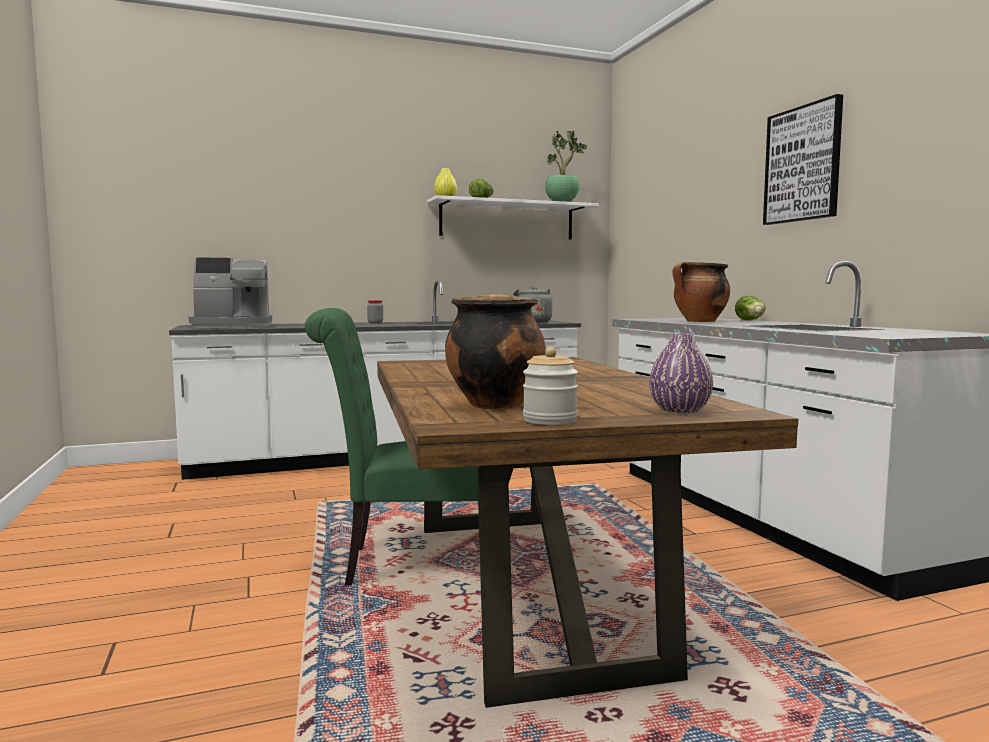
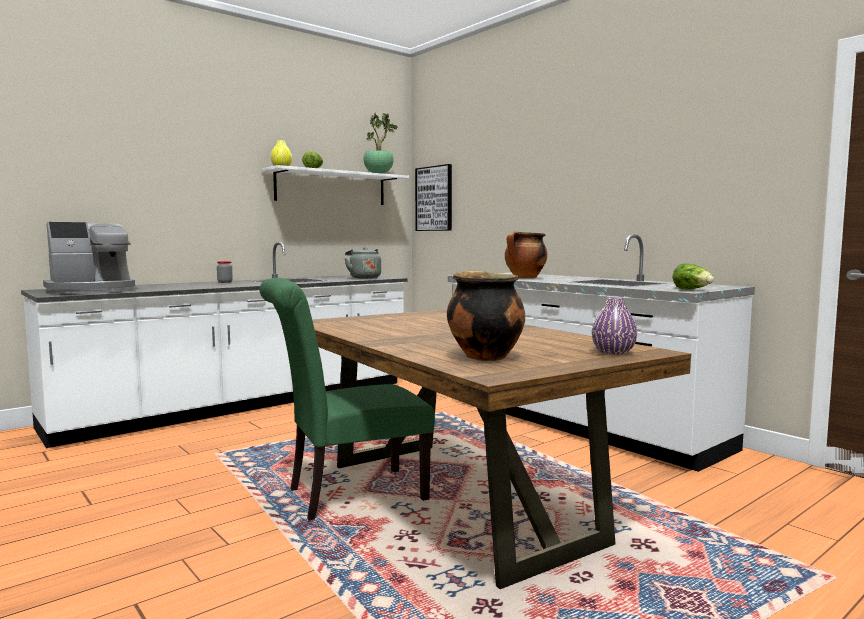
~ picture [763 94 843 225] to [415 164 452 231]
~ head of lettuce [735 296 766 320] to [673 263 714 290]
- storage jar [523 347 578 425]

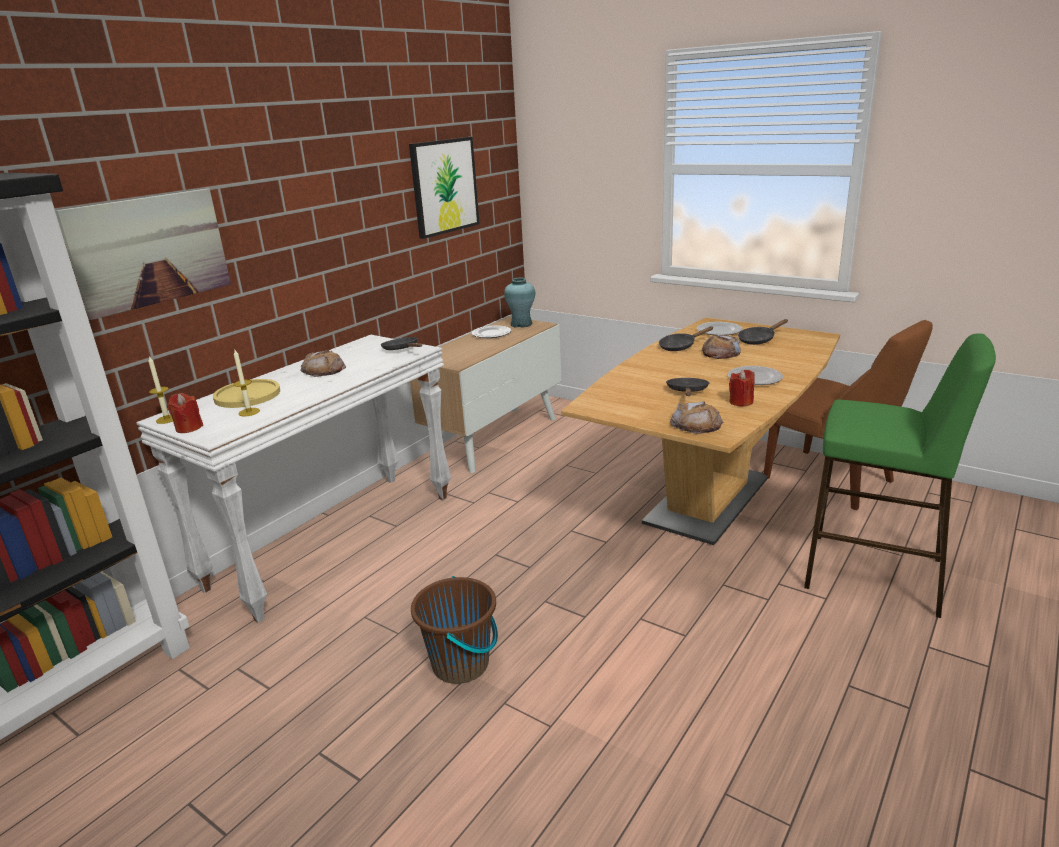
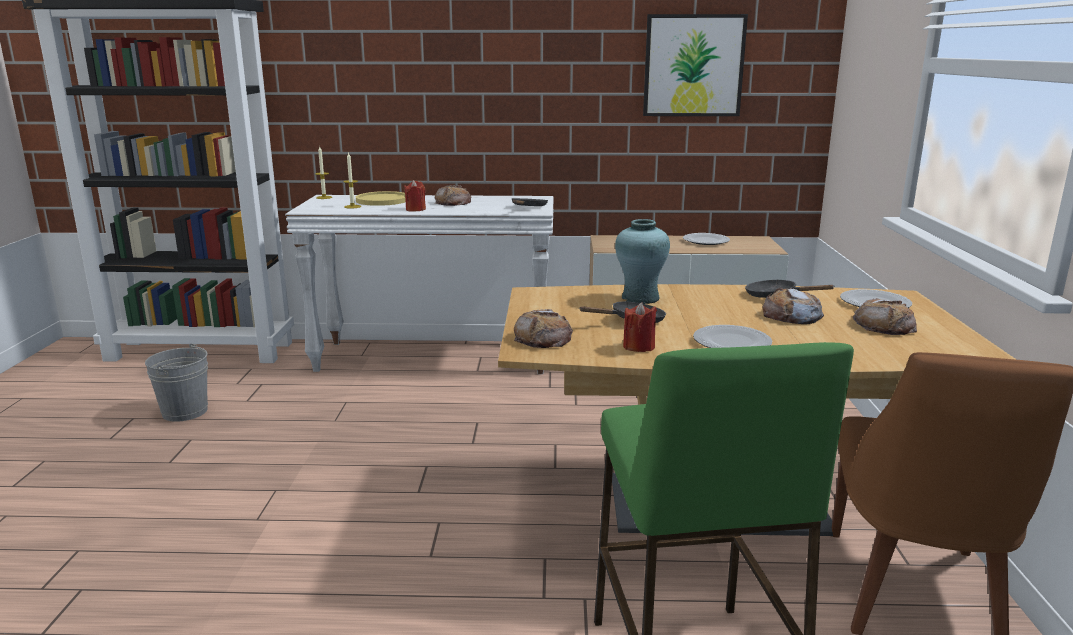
+ greyish water bucket [145 343 208 422]
~ red wax light [167 393 203 433] to [404 180 426 212]
~ turquoise vase [504 278 535 328] to [615 219 670 304]
~ black frying pan [738 319 788 345] to bread [853 298 917 335]
- picture [55 189 231 320]
- brown water bucket [411 576 498 684]

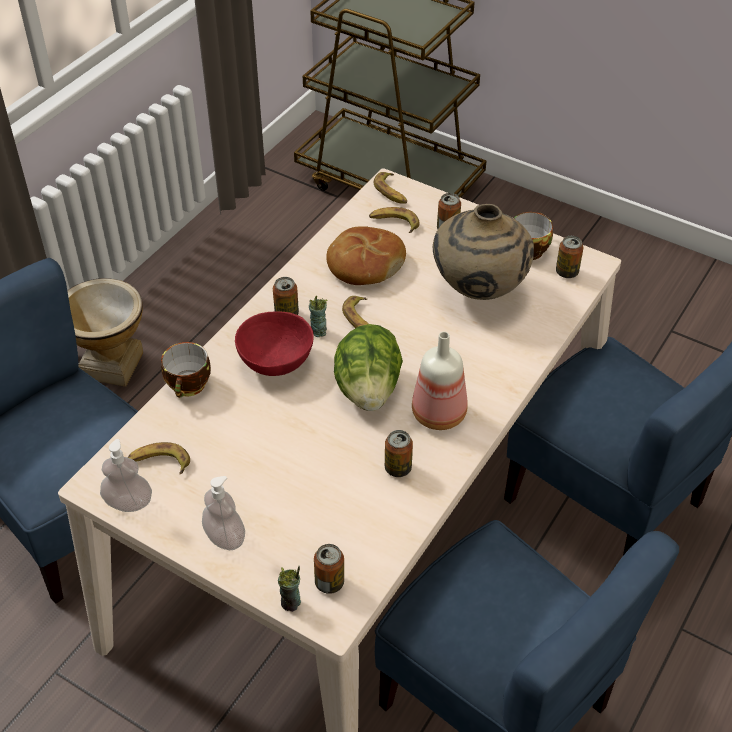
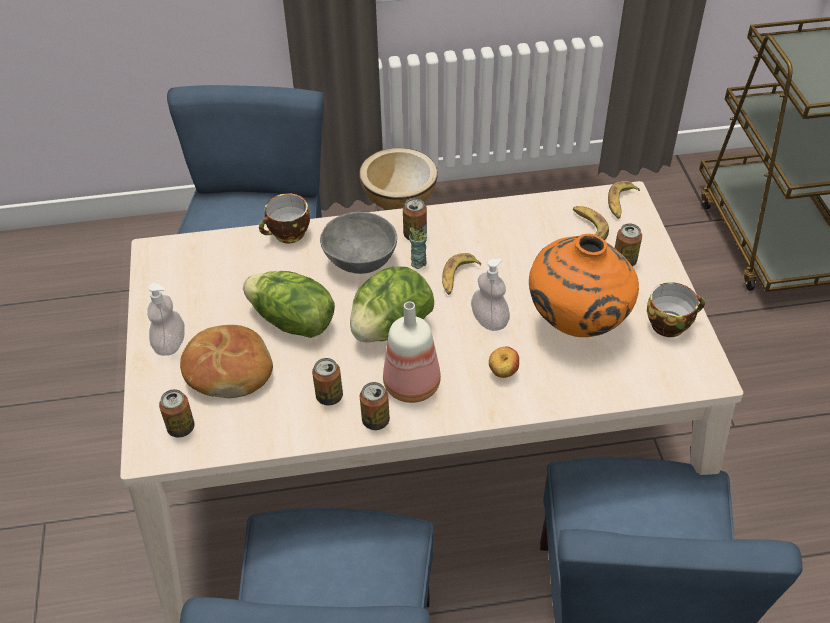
~ bread [326 226 406 285] to [180 325 273 398]
+ head of lettuce [243 271 335 338]
~ red bowl [235 311 314 376] to greyish bowl [320 212 397 274]
~ can [556 236 583 278] to [360 382 390 430]
~ liquid soap bottle [100 439 152 512] to [471 259 510 331]
+ whole apple [489 346 519 378]
~ beige-coloured vase [433 204 534 300] to orangey vase [529 234 639 337]
- banana fruit [127 442 190 474]
- small cup [278 566 301 612]

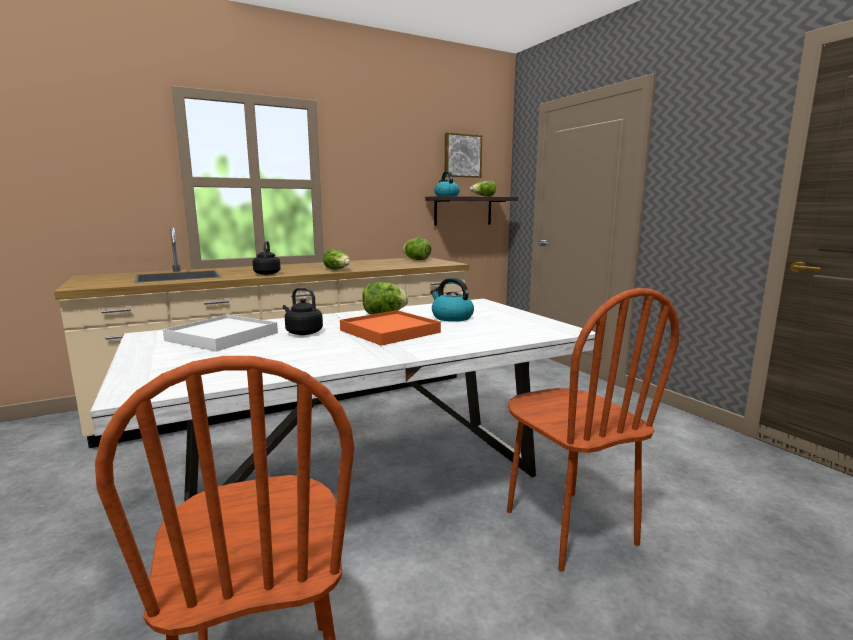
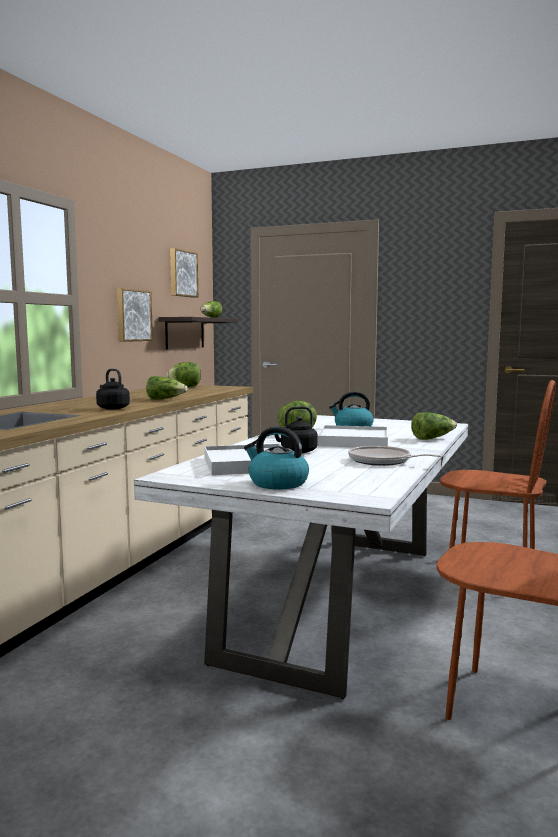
+ picture [117 288 153 342]
~ water kettle [434 171 460 196] to [244 426 309 490]
~ orangey carrying tray [340 310 441 346] to white carrying tray [317 425 388 447]
+ frying pan [348 446 442 466]
+ head of lettuce [411 412 457 440]

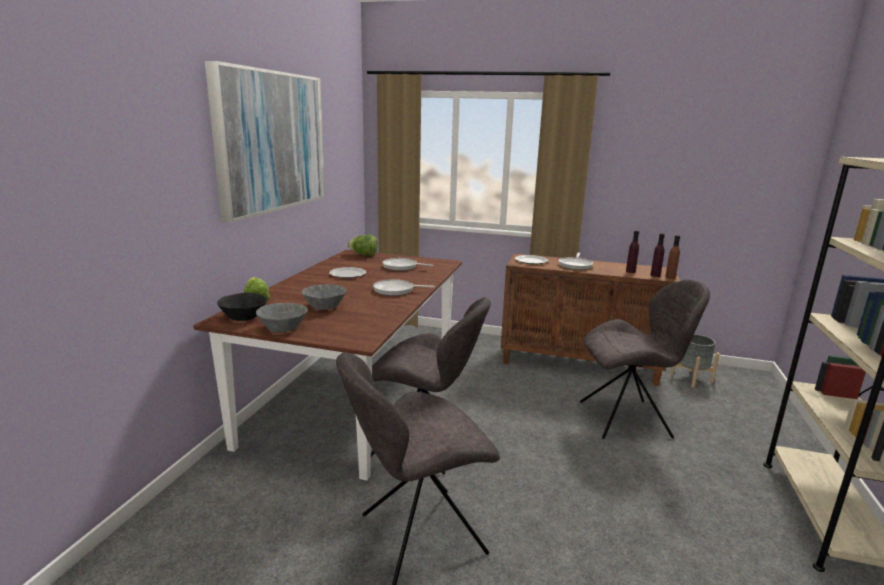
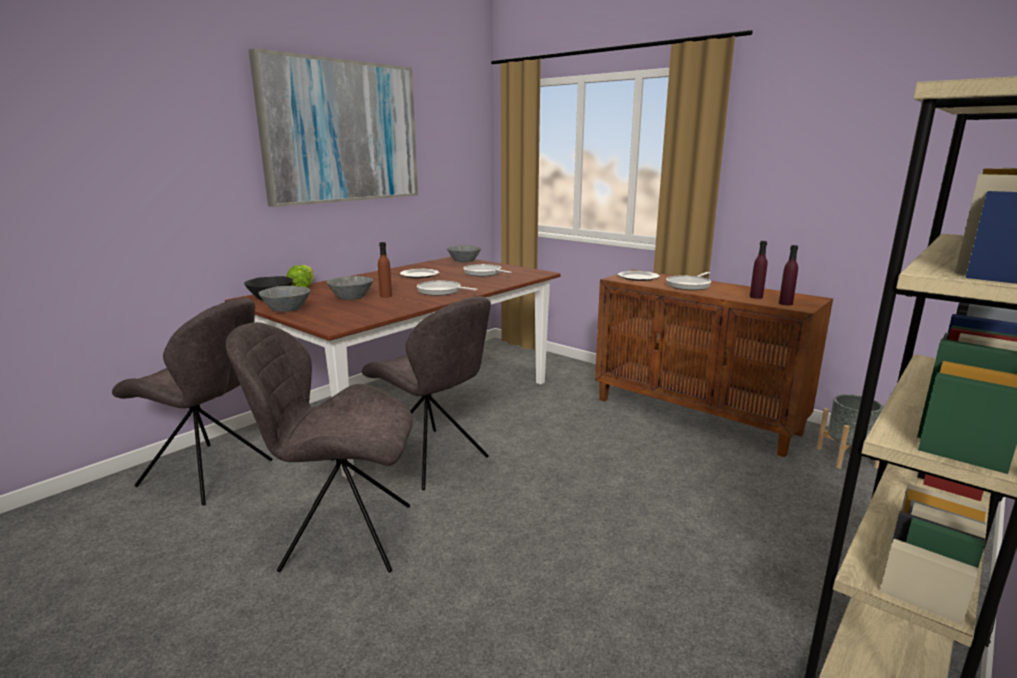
~ greyish plain chair [580 279 710 439] to [112 298 273 505]
~ brown bottle [665 235 680 279] to [378 242 392 298]
~ head of lettuce [348 235 378 256] to greyish bowl [447 245 481 262]

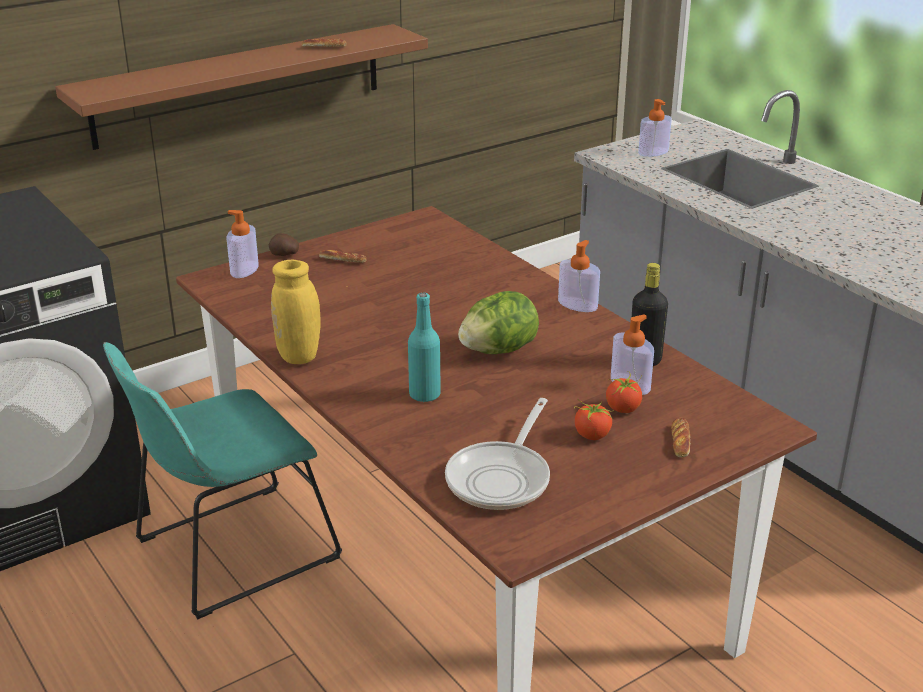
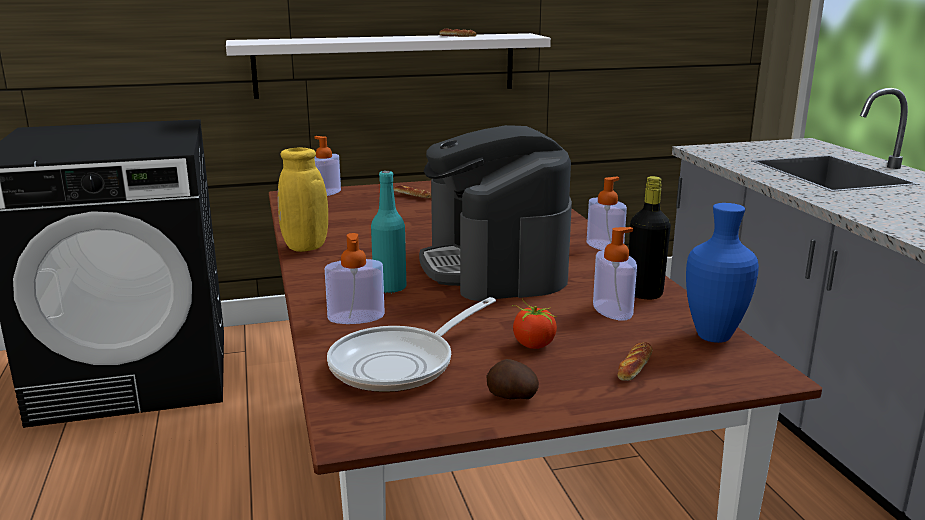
~ brown wall shelf [55 24 428 150] to white wall shelf [226 33 551 99]
~ liquid soap bottle [638 99 672 157] to [325 233 385 324]
~ head of lettuce [458 291 539 354] to coffee maker [419 125 572 301]
~ spud [269 233 299 256] to [487 359 539 399]
+ blue vase [686 203 759 343]
- turquoise plain chair [103 342 342 619]
- tomato [606 371 642 413]

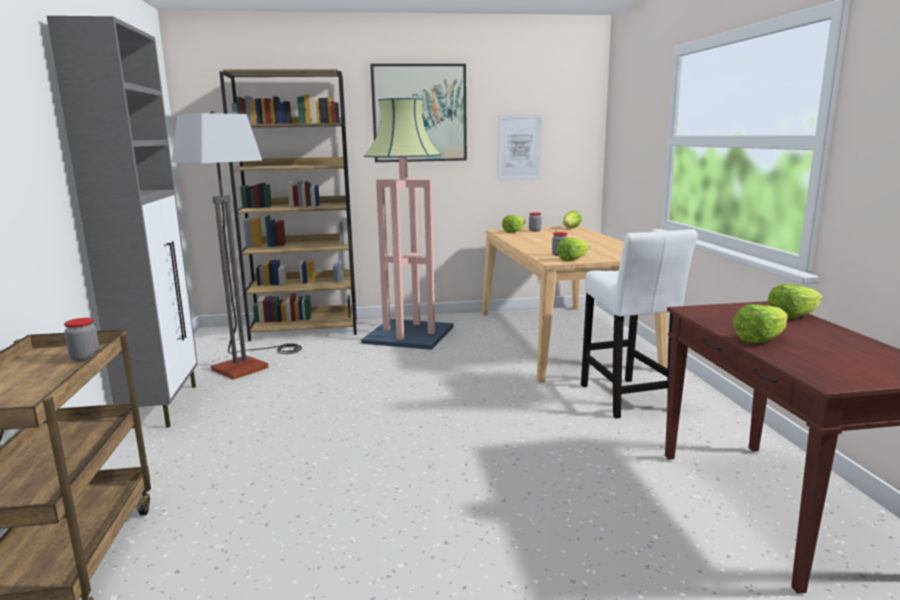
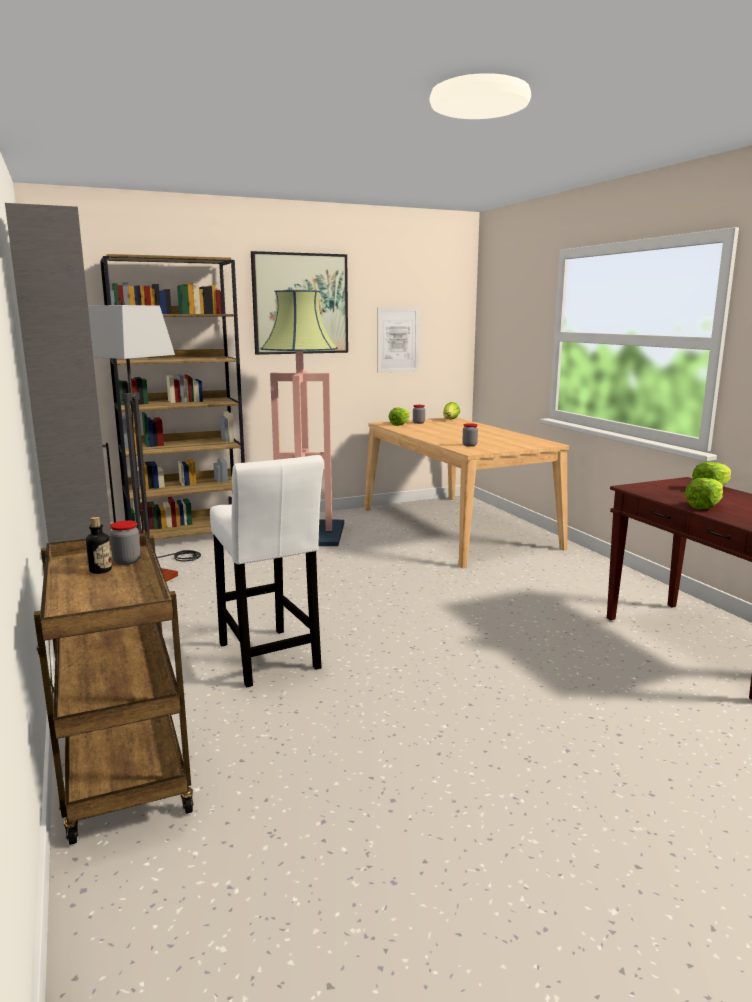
+ bottle [86 517 112 574]
~ white sitting stool [581 229 698 418] to [210 455 324 687]
- head of lettuce [557 238 590 261]

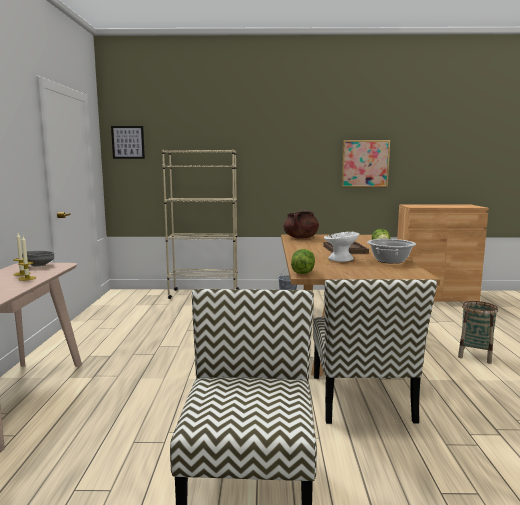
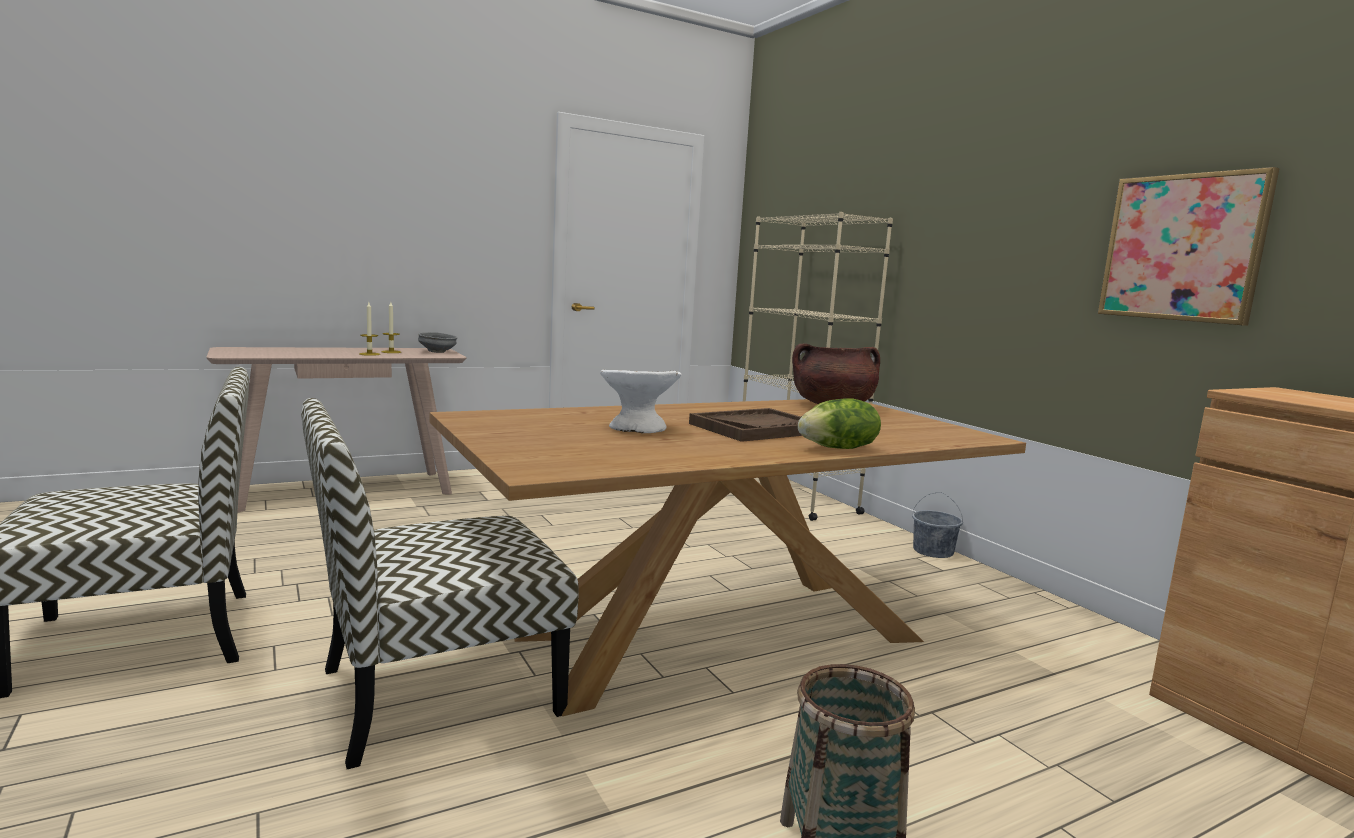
- picture [111 126 145 159]
- head of lettuce [291 249 315 274]
- stockpot [367 239 416 264]

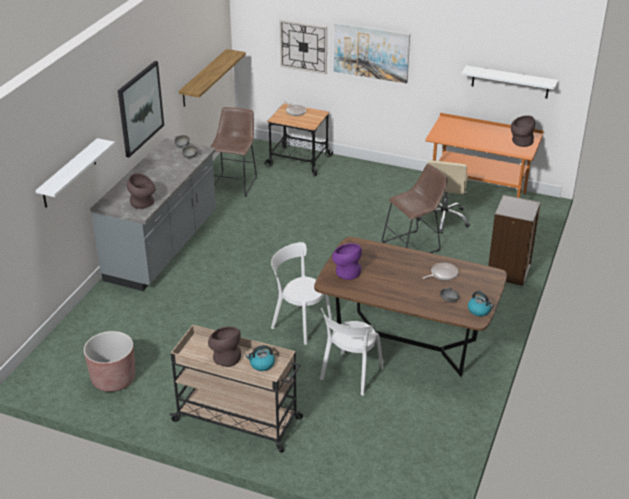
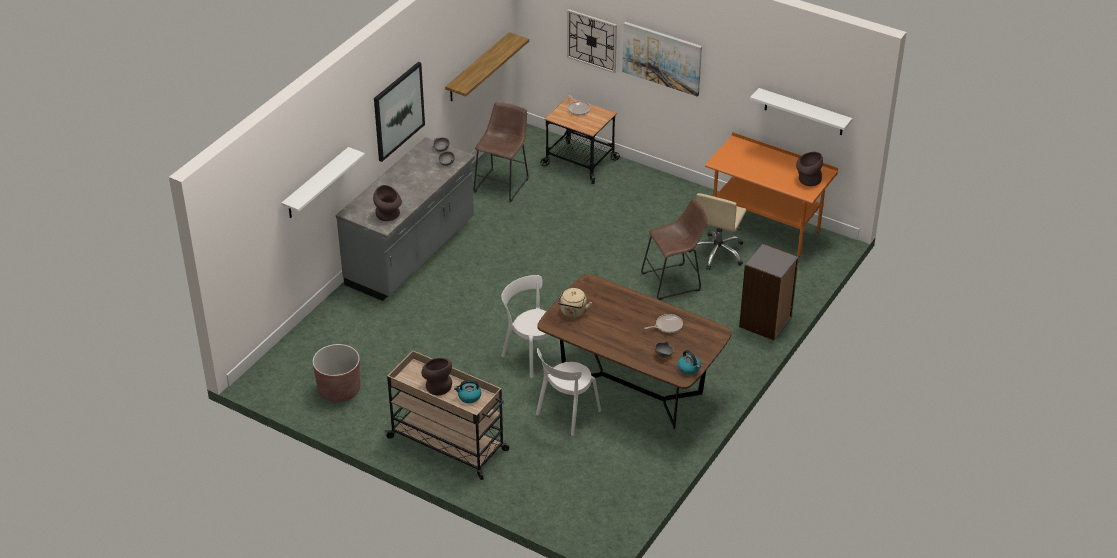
~ purple vase [332 243 362 280] to beige-coloured water kettle [558 288 592 318]

